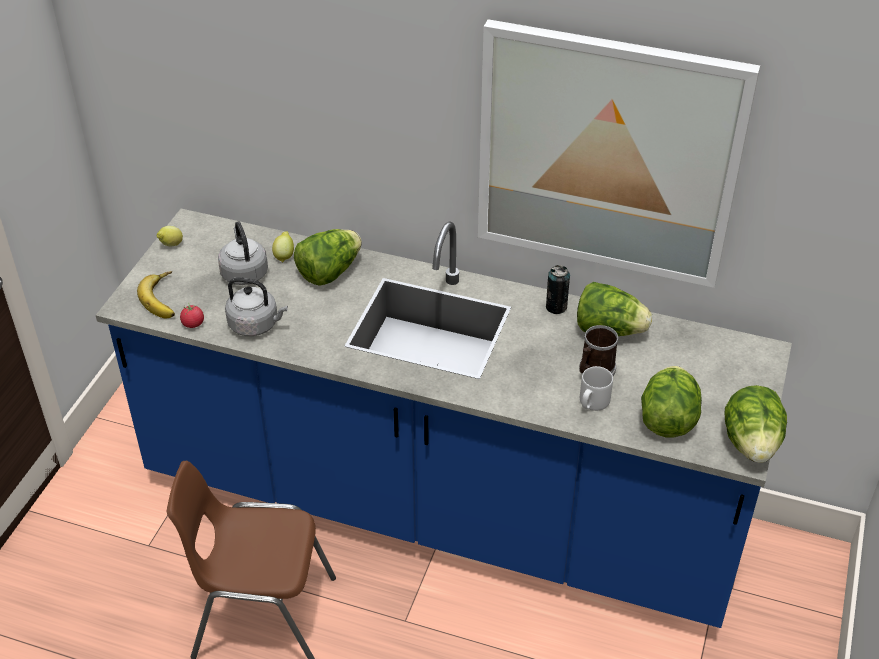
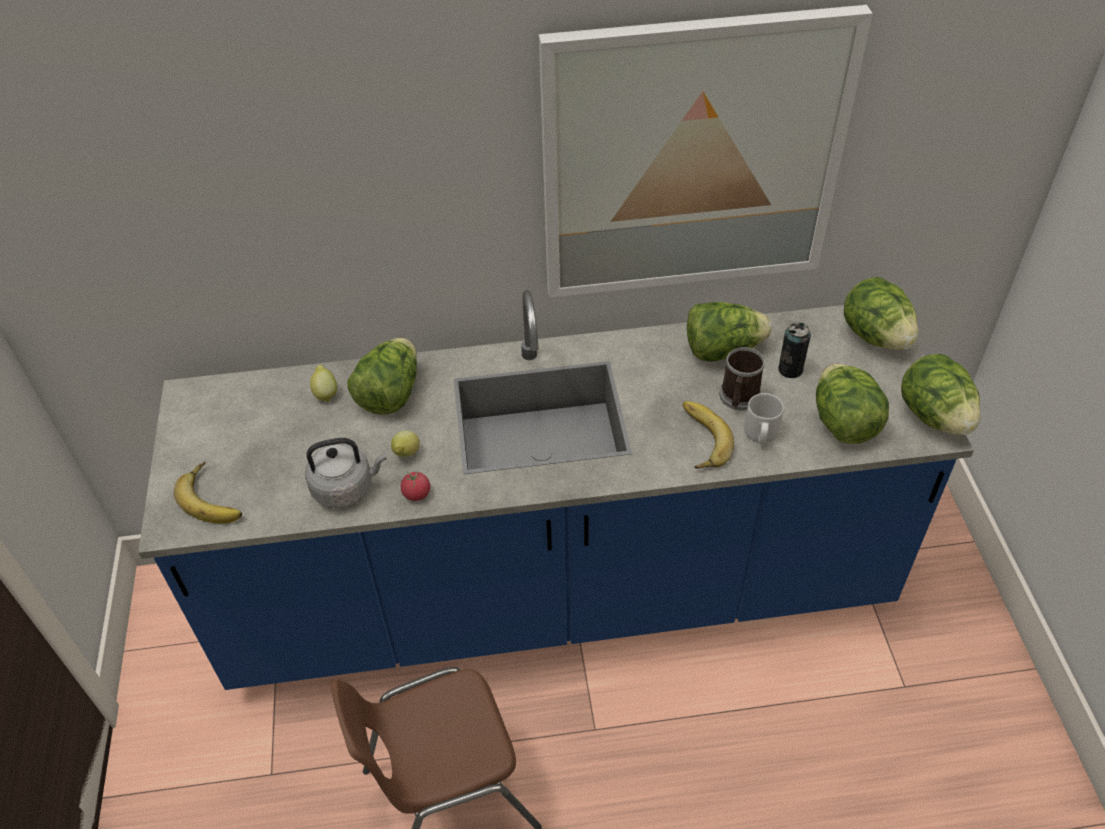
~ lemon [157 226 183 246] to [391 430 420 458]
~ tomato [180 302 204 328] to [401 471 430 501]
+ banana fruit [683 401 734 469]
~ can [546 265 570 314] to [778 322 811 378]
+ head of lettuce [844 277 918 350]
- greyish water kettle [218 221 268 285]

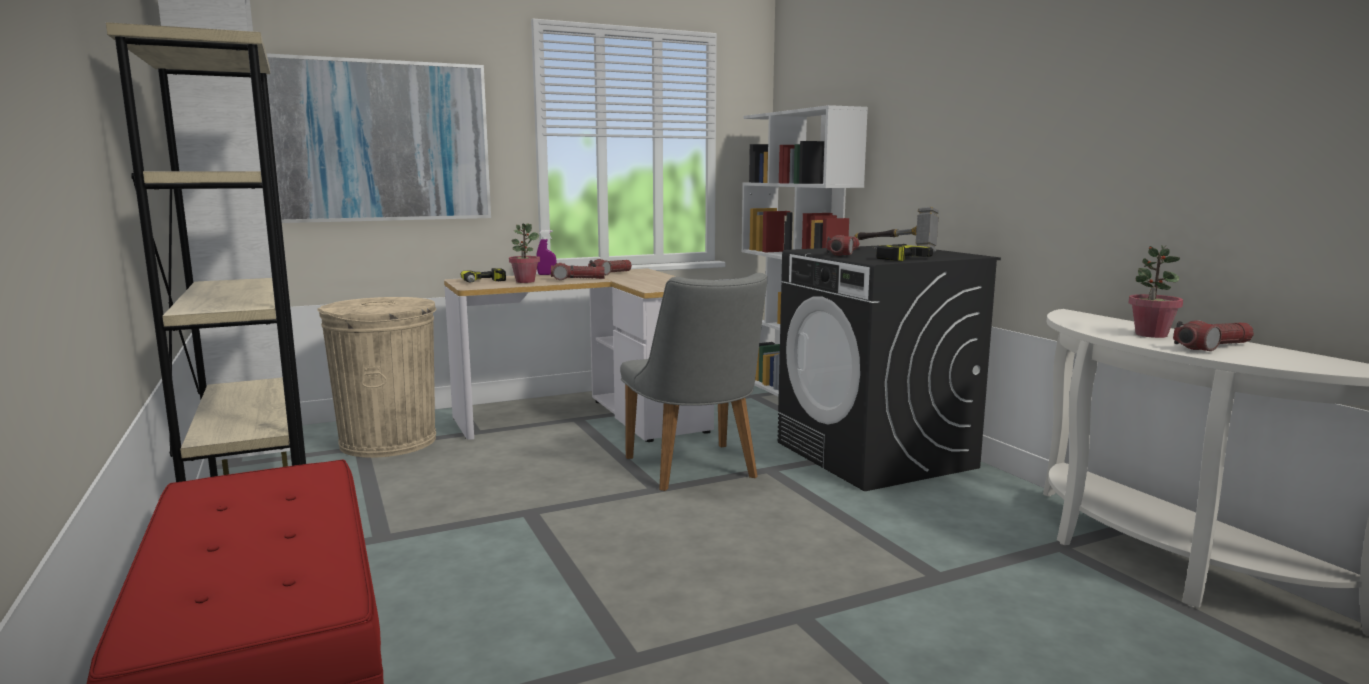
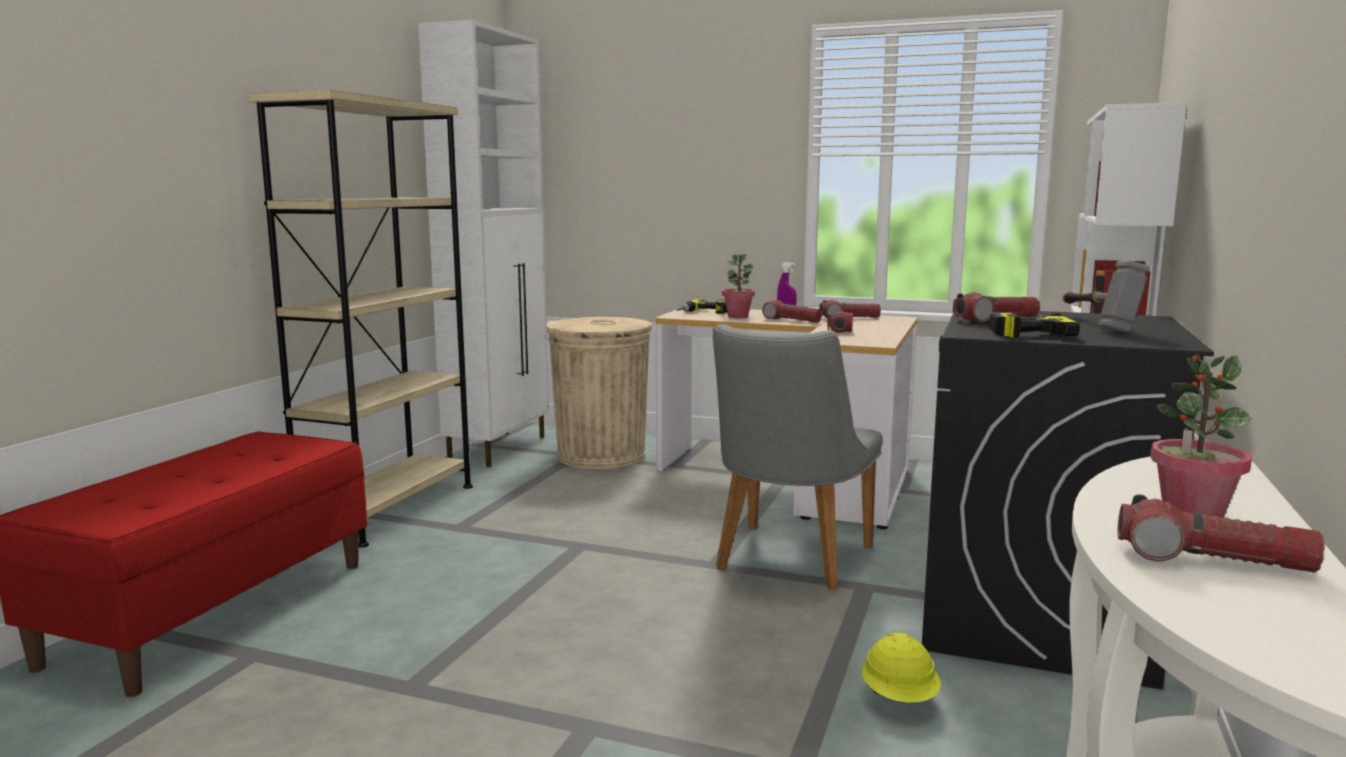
+ torch [827 310 853 333]
+ yellowish safety helmet [862 633 941 703]
- picture [266 53 491 223]

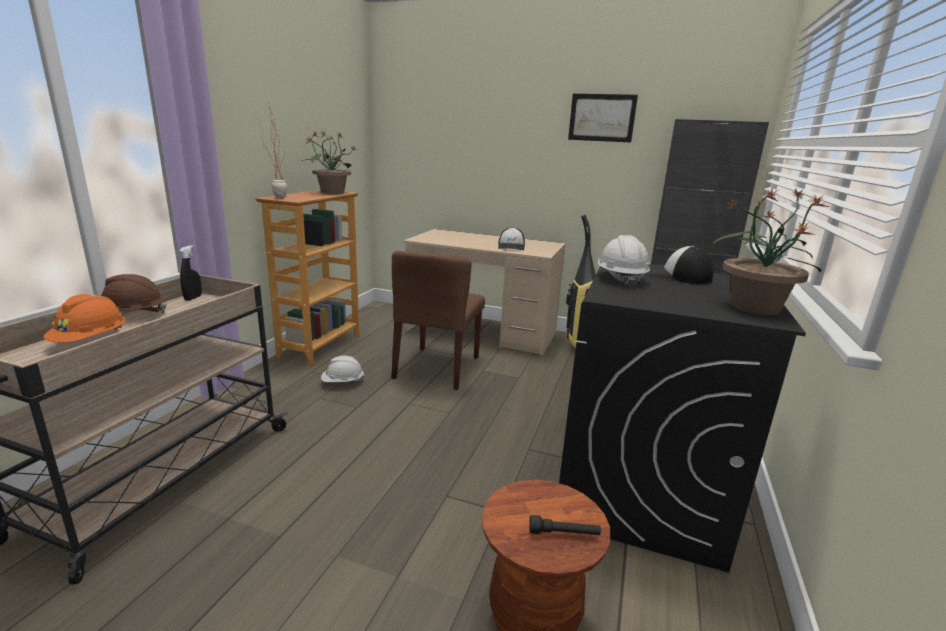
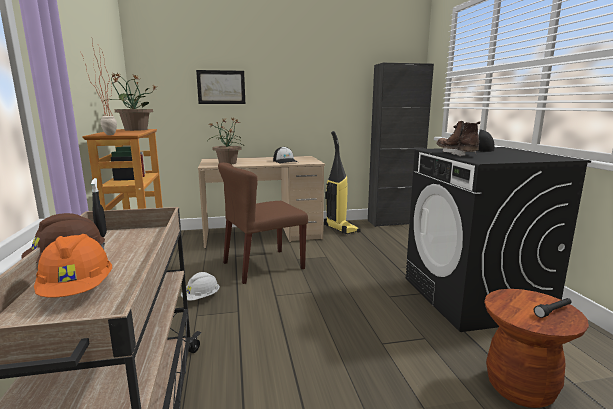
~ picture [568 94 638 142] to [196 70 245 104]
~ potted plant [712 188 830 315] to [207 118 244 164]
~ brown plain chair [391 251 485 390] = [218 162 308 284] 75 degrees clockwise
~ white safety helmet [597 235 650 287] to brown high-top boot [436 121 480 156]

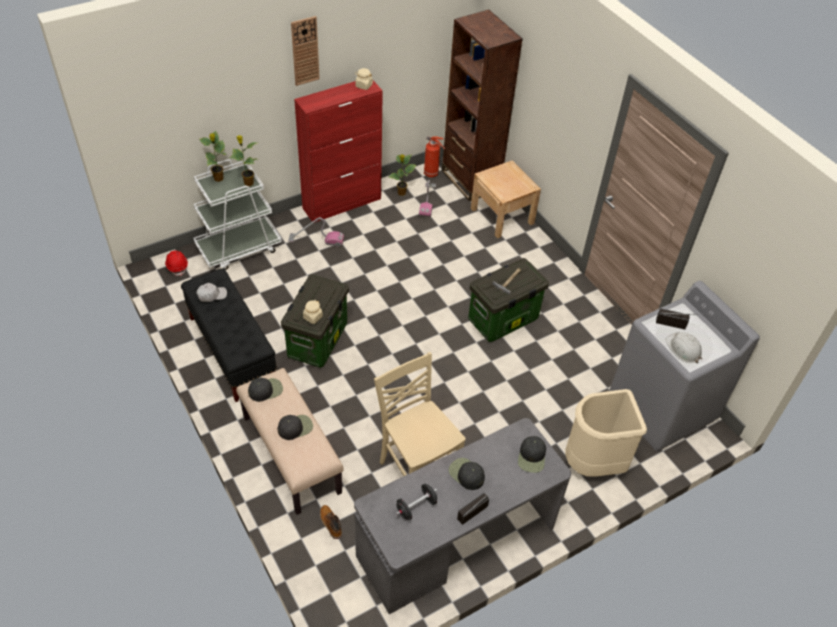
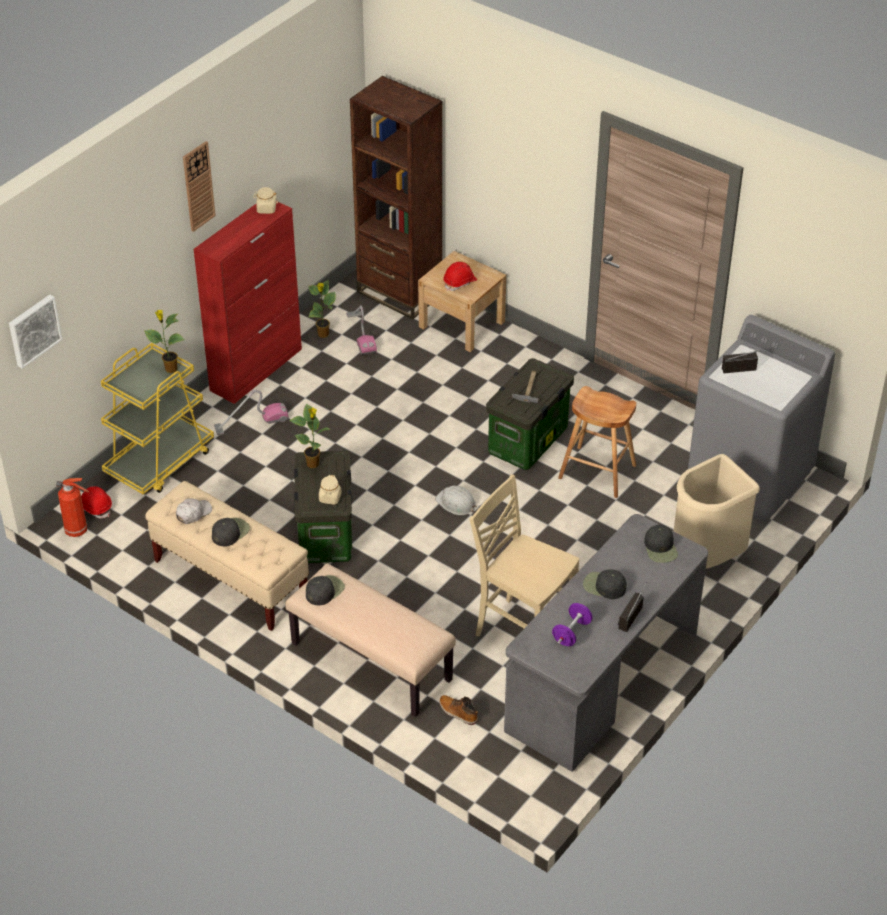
+ picture [9 295 62 369]
~ fire-fighting cylinder [424 136 445 177] to [56 478 89 537]
~ white cart [194 159 282 270] to yellowish cart [101 343 214 495]
~ black bench [181 268 277 402] to beige-coloured bench [145 481 309 631]
~ black cap [277 415 313 440] to [212 518 250 546]
~ potted plant [200 131 226 182] to [289 403 331 468]
~ white safety helmet [666 332 702 363] to [435 486 477 515]
+ red safety helmet [443 262 477 291]
~ black hand weight [396 484 438 520] to purple hand weight [552 603 593 646]
+ brown sitting stool [558 386 636 498]

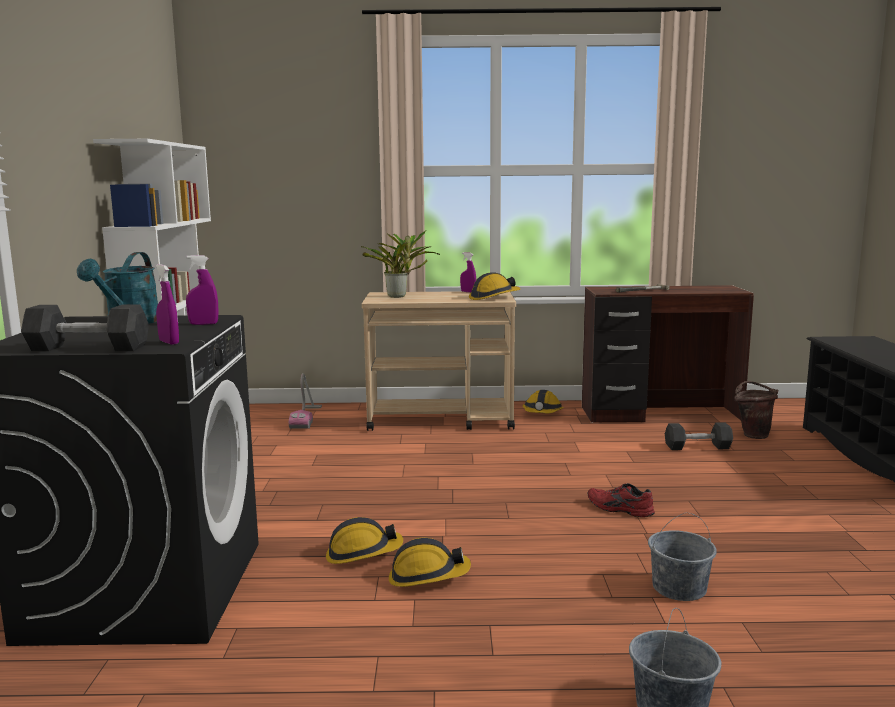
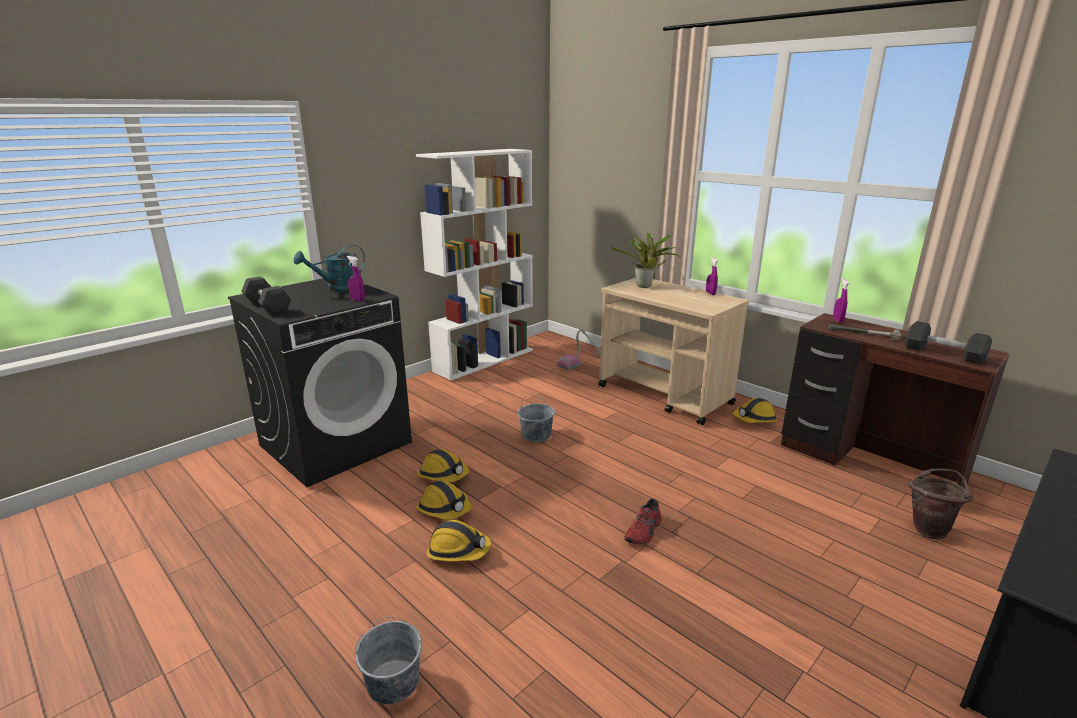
~ safety helmet [469 273 520 300] to [426 520 491 561]
~ greyish water bucket [648 513 717 601] to [518 394 555 442]
~ red low shoe [588 483 655 517] = [624 498 661 544] 135 degrees counterclockwise
~ purple sprayer [156 264 179 345] to [833 278 849 323]
~ black hand weight [665 422 733 450] to [905 321 992 364]

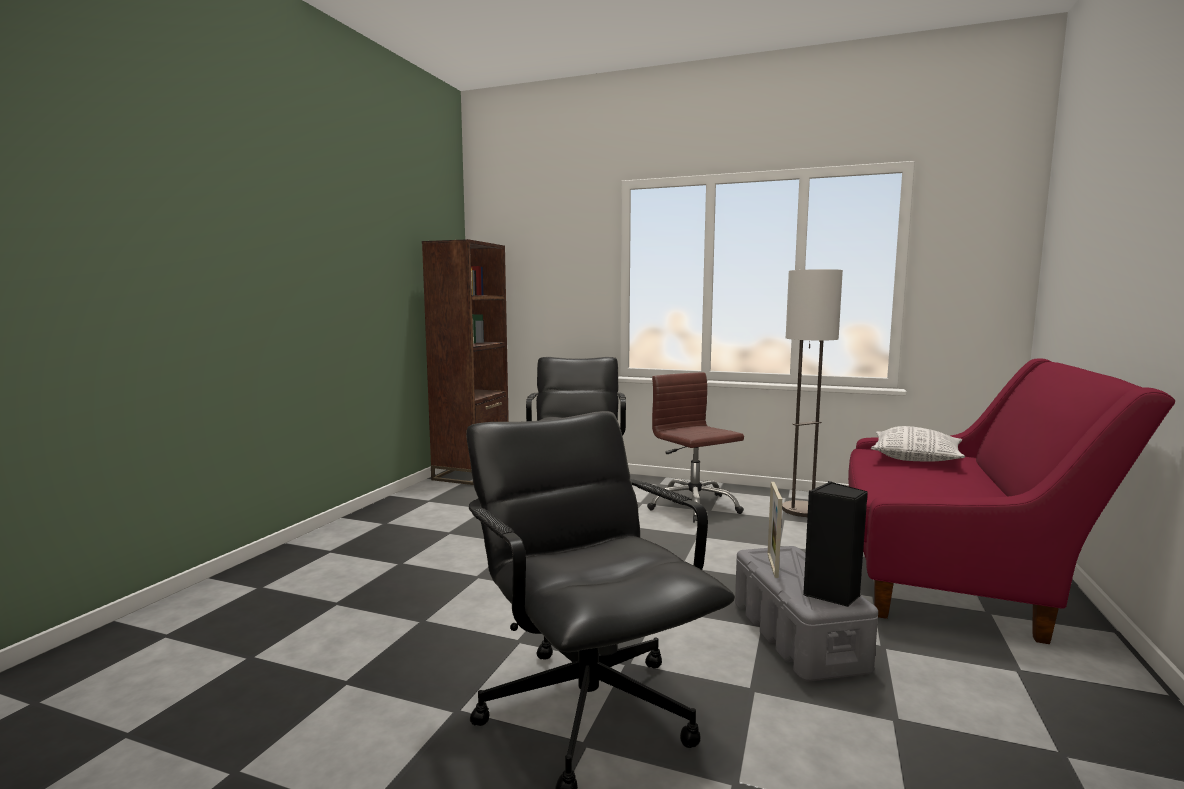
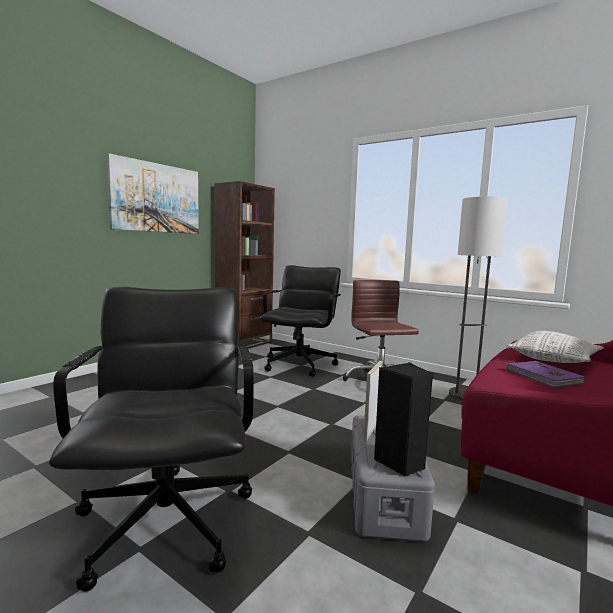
+ picture [107 153 199 234]
+ purple book [506 361 585 388]

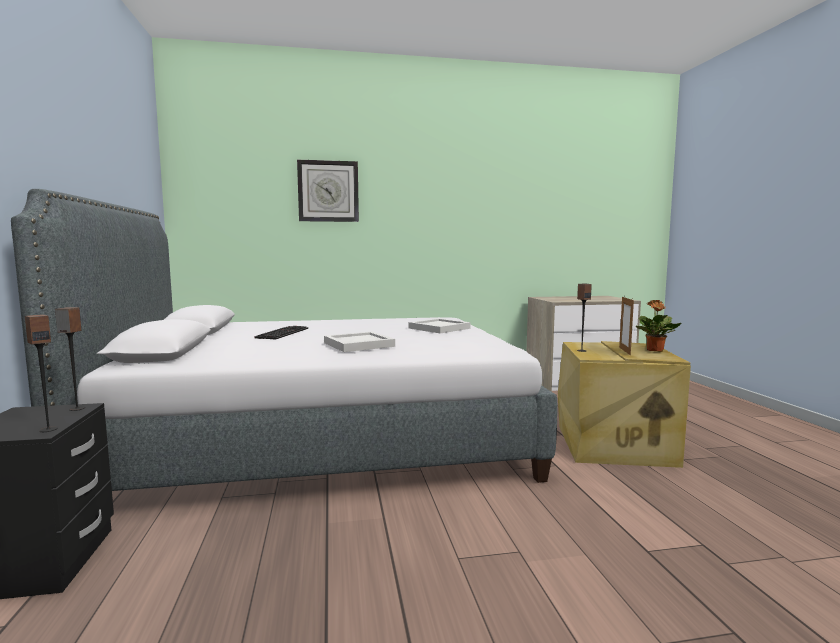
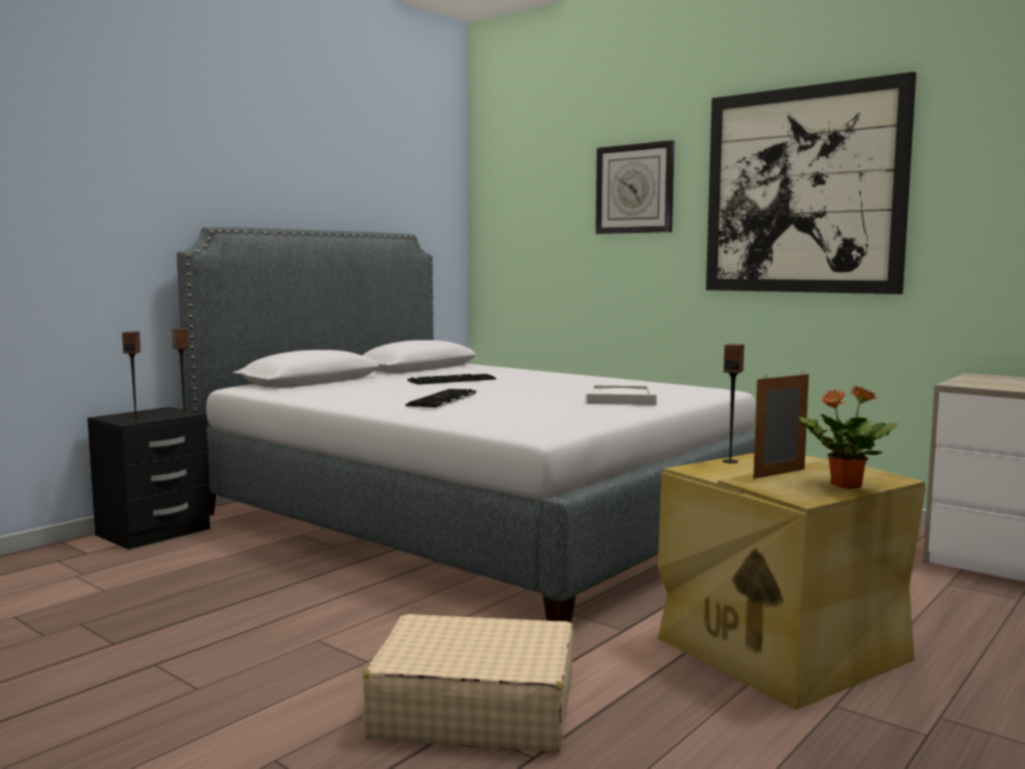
+ beige-coloured suitcase [363 614 573 752]
~ white carrying tray [324 332 395 352] to PC keyboard [405 389 476 408]
+ picture [706 72 916 294]

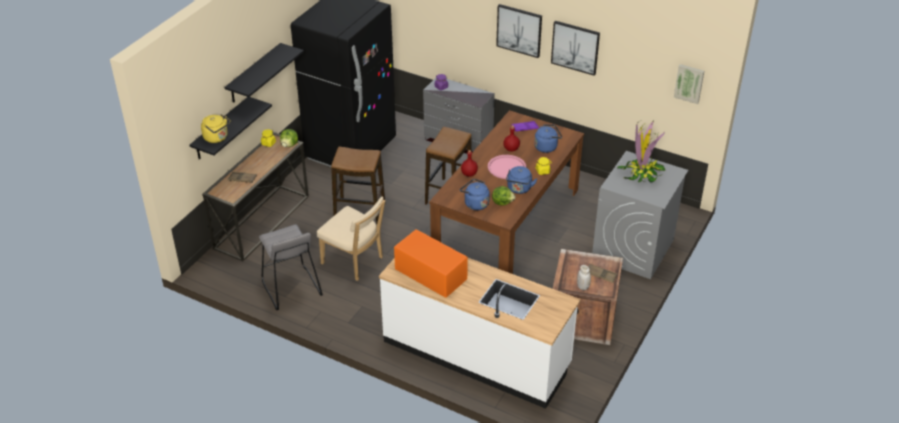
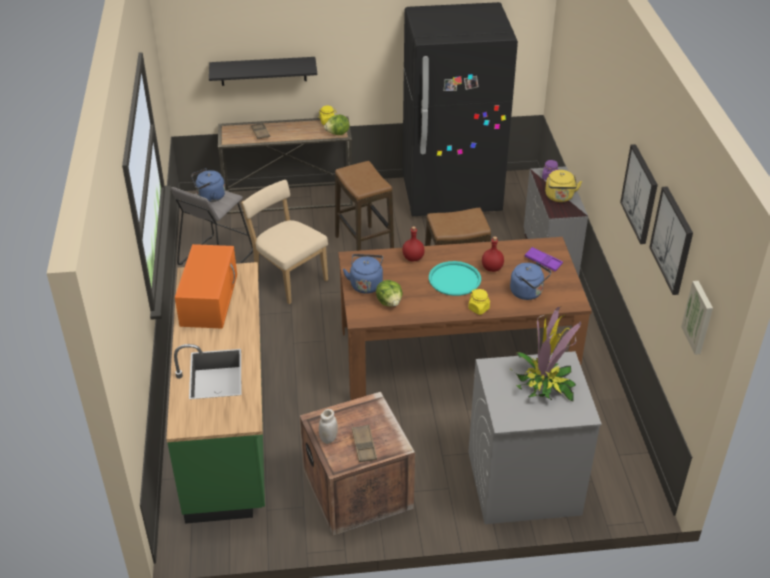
~ white kitchen base unit [379 258 581 409] to green kitchen base unit [166 262 265 524]
~ blue water kettle [506 166 537 194] to [191 168 225 202]
~ beige-coloured plain chair [317 196 386 281] = [241 180 328 304] 135 degrees clockwise
~ pink-coloured carrying tray [488 155 526 179] to turquoise carrying tray [429 261 481 296]
~ yellowish water kettle [201 114 231 143] to [545 170 582 202]
~ picture [496 4 542 58] to [649 186 693 295]
- black wall shelf [225 43 304 103]

